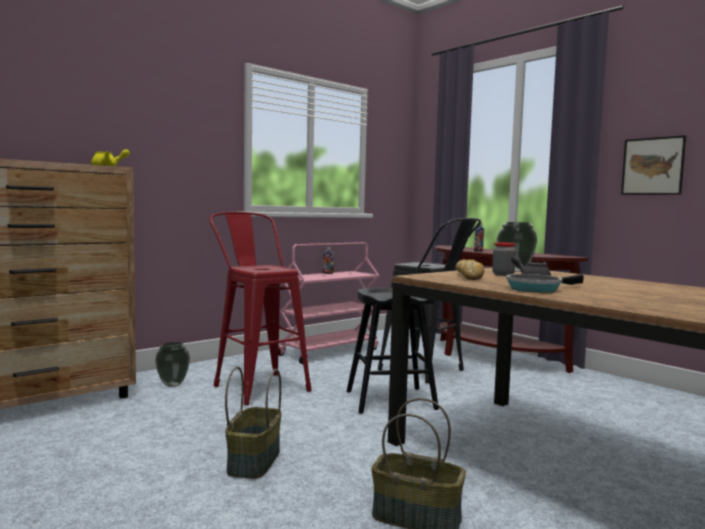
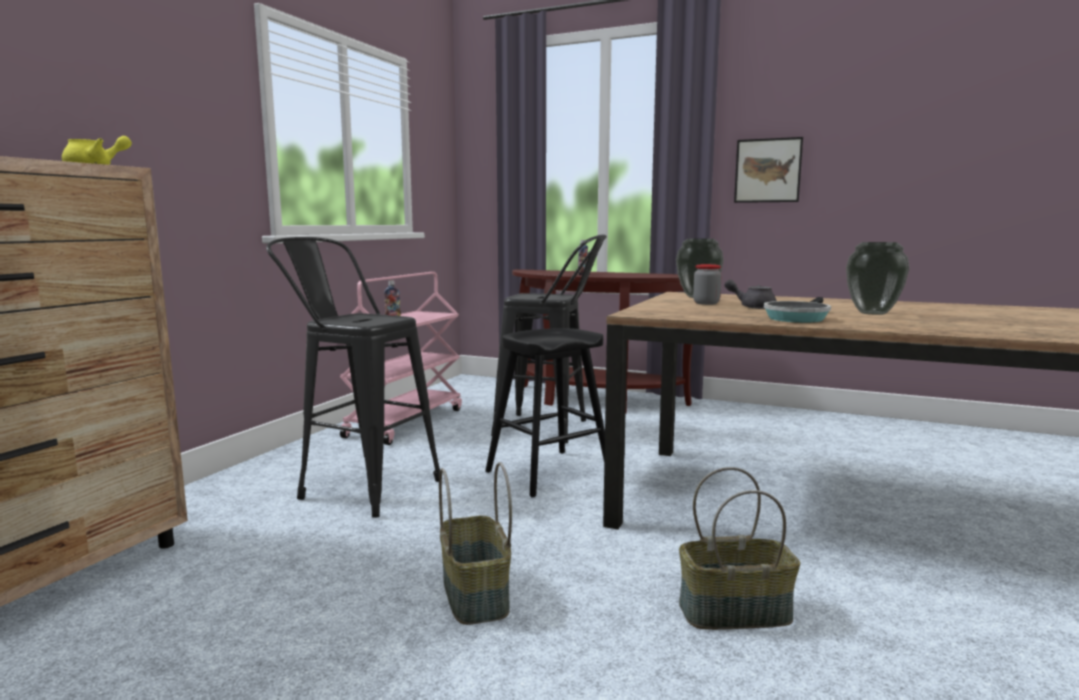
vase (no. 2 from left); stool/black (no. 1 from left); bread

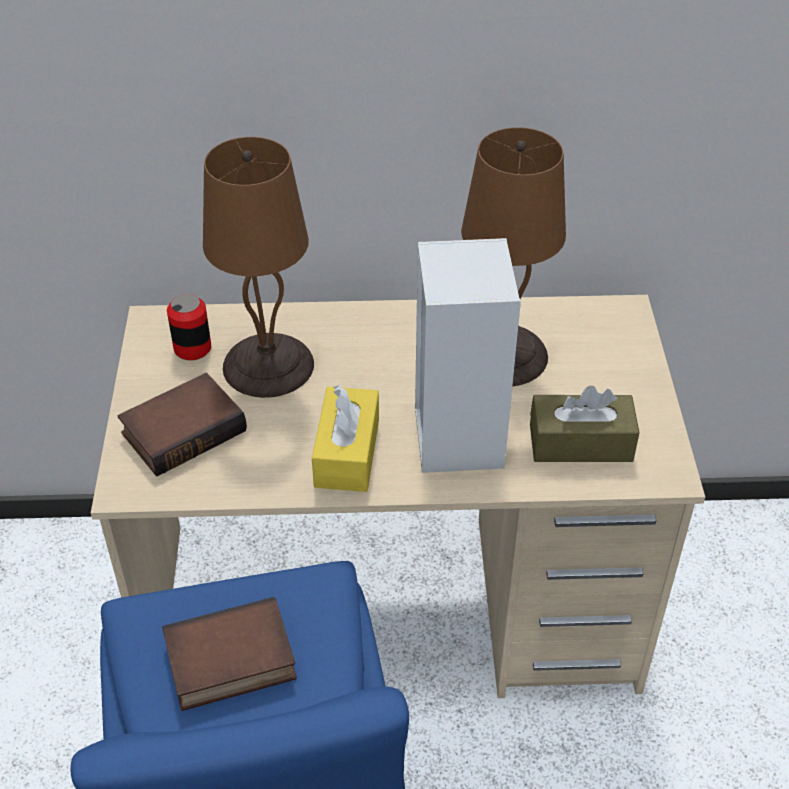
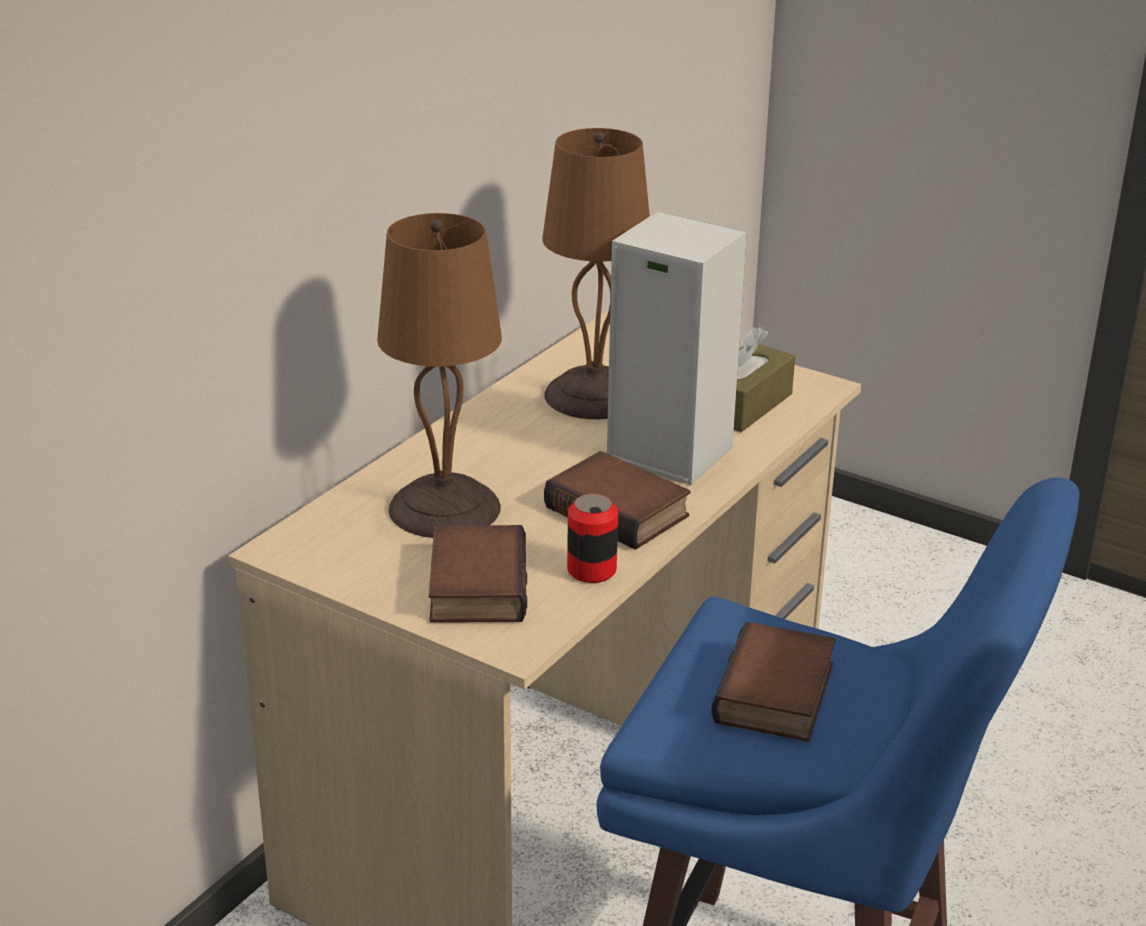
metal can; book (no. 2 from left)

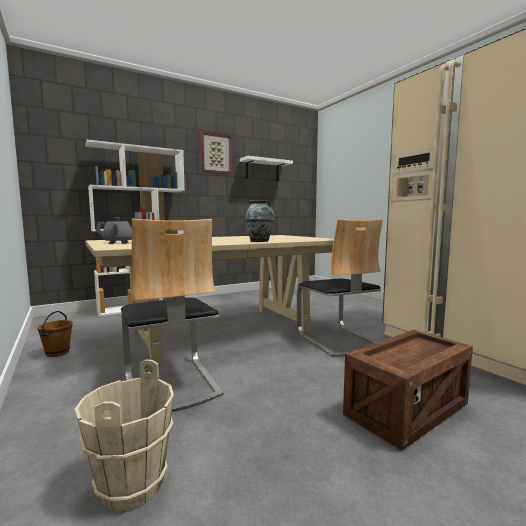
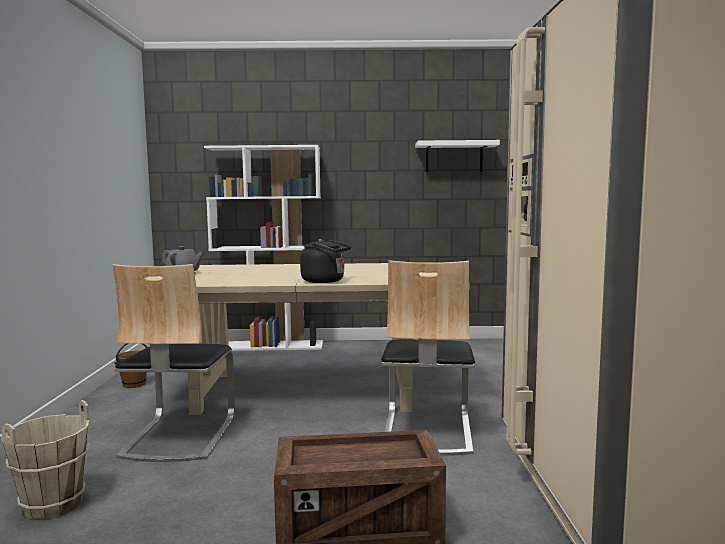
wall art; tea kettle/black

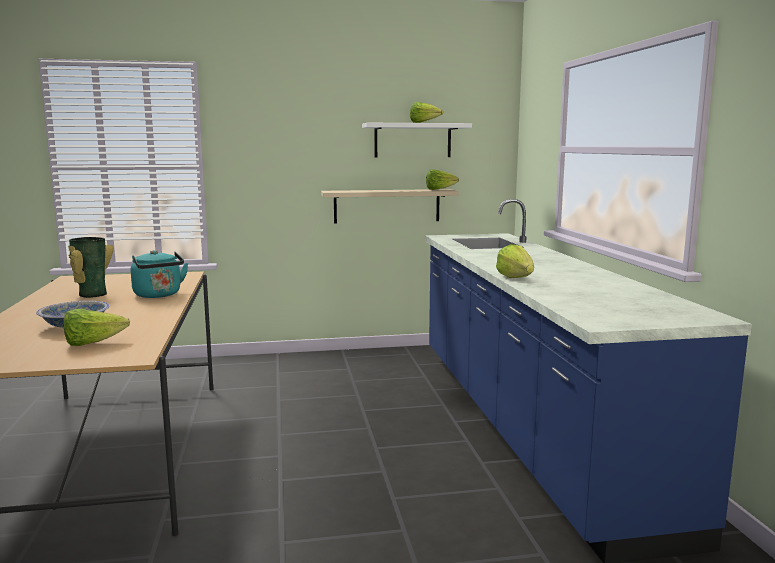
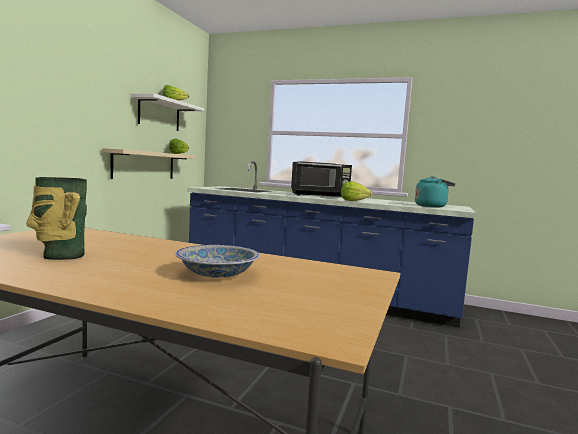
lettuce (no. 1 from left in the first image); tea kettle/blue-green; microwave oven/black

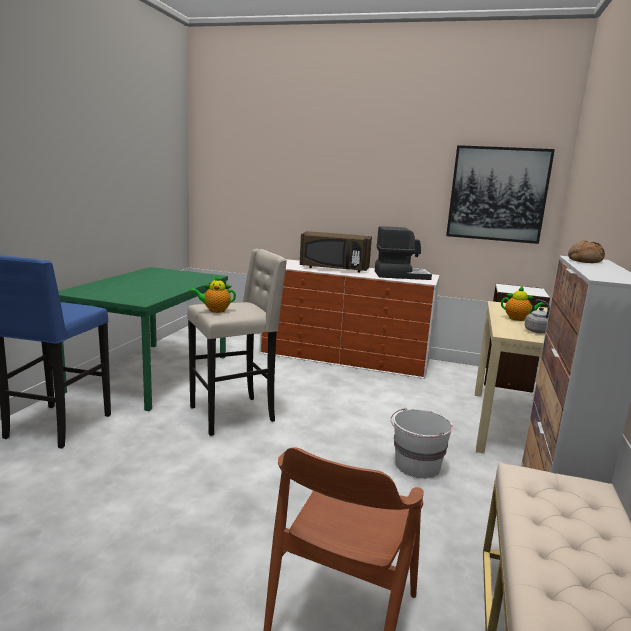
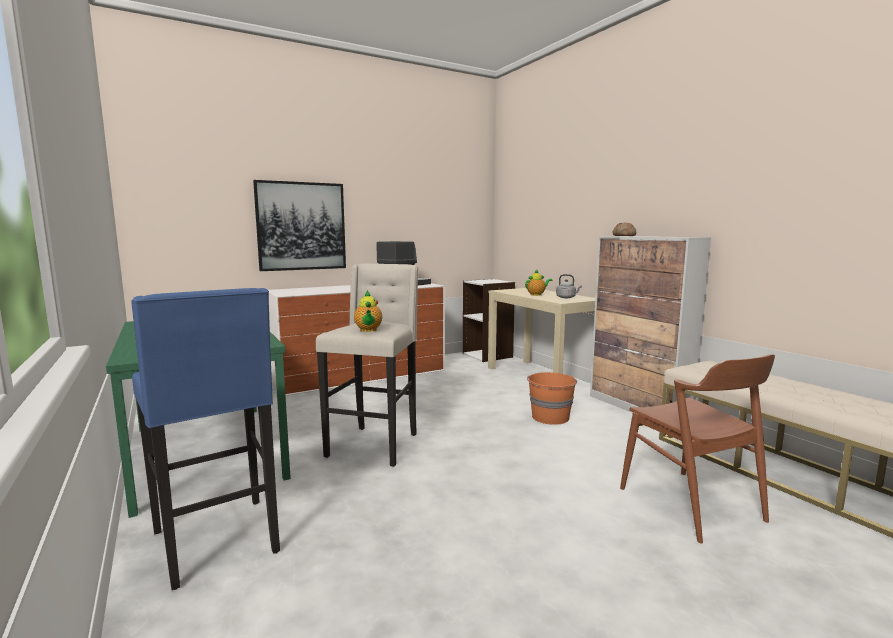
teapot (no. 1 from left); microwave oven/brownish; bucket/orange-coloured; wall art

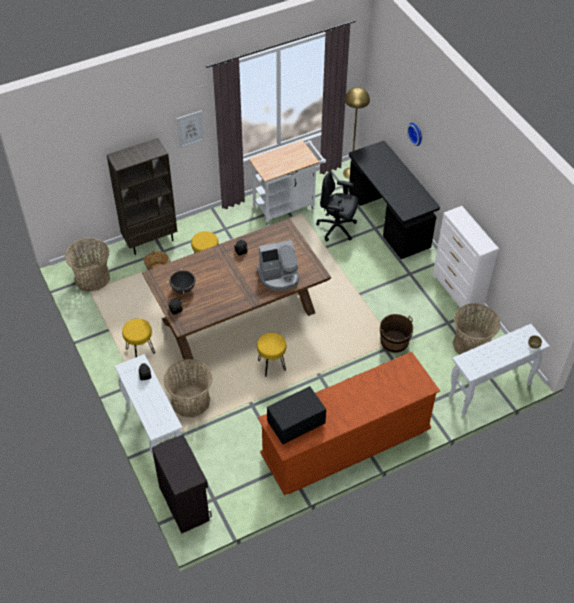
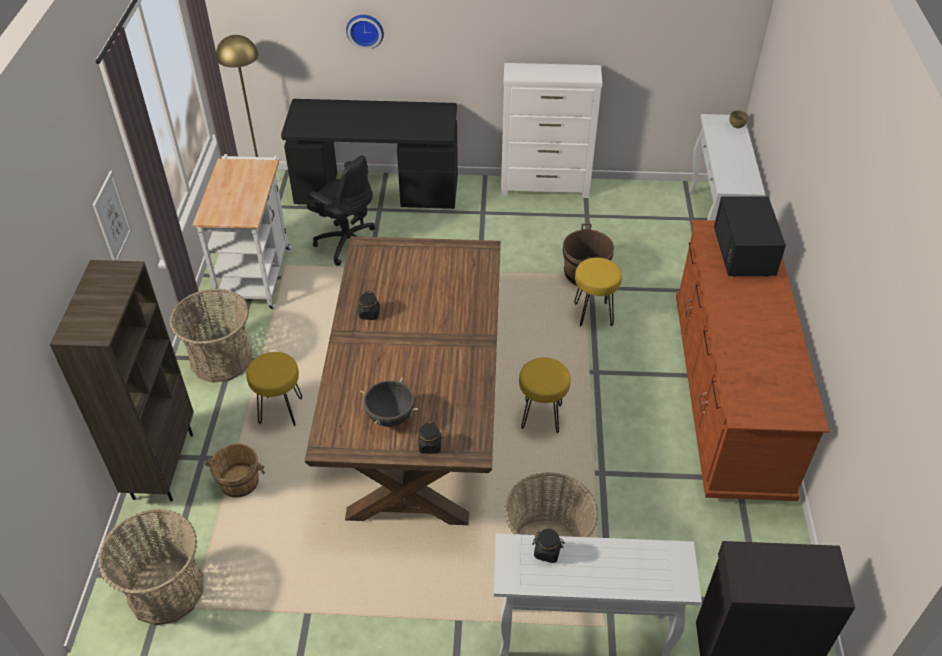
stool/yellowish (no. 3 from left); coffee machine; microwave oven/black; office chair/black; storage basket (no. 2 from left)

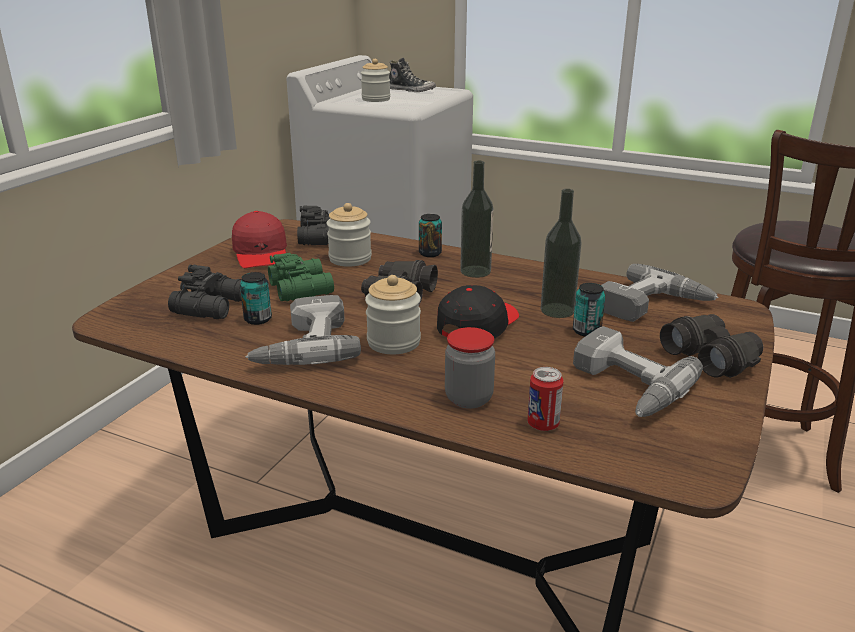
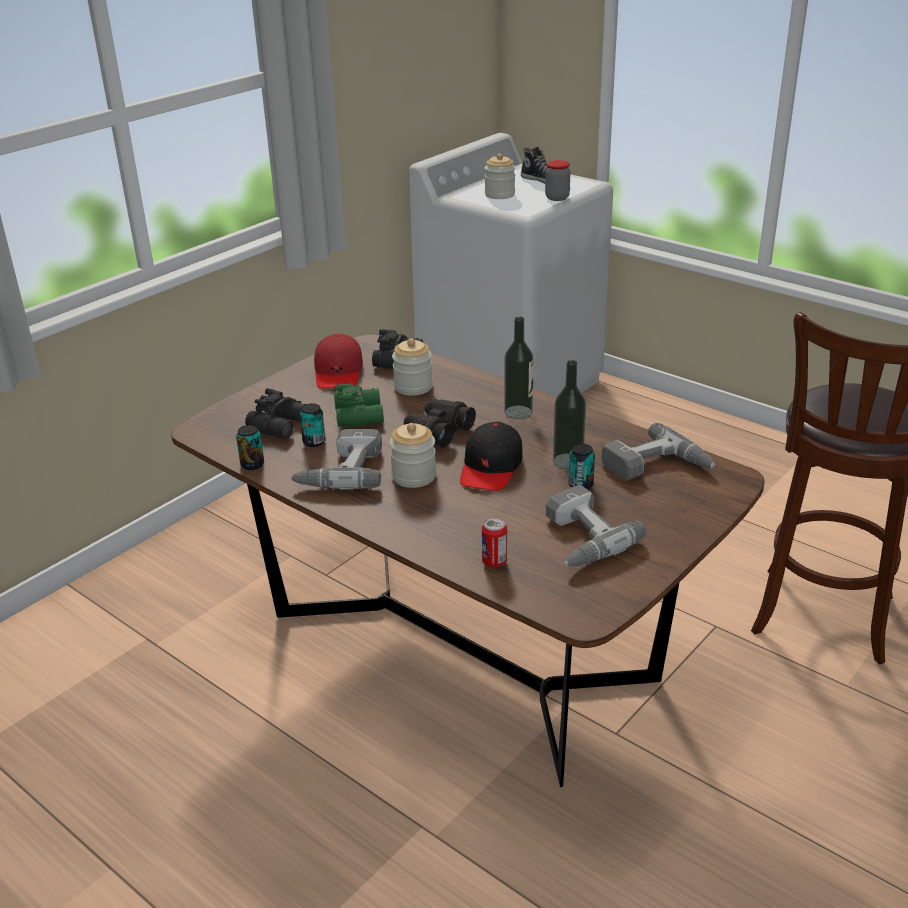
metal can (no. 1 from left); peaked cap/black; jar (no. 4 from left); field glasses/black (no. 4 from left in the first image)

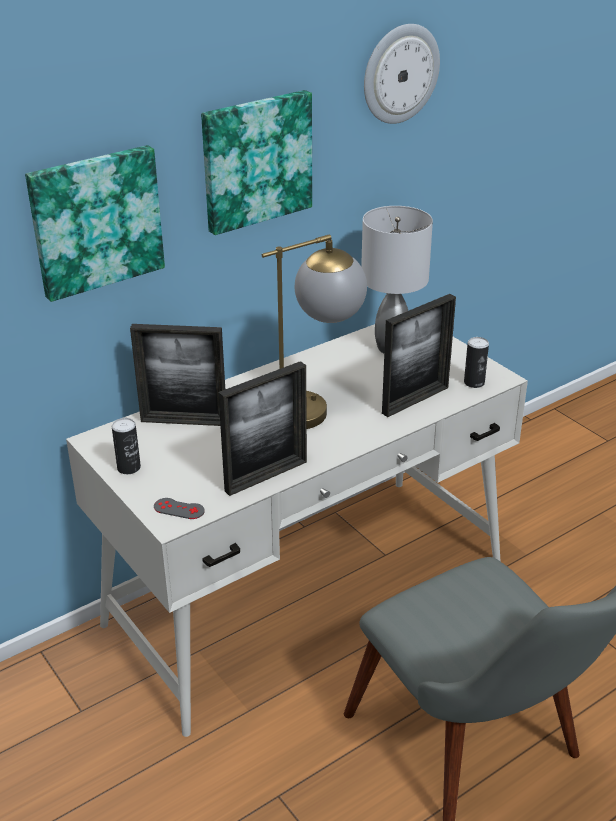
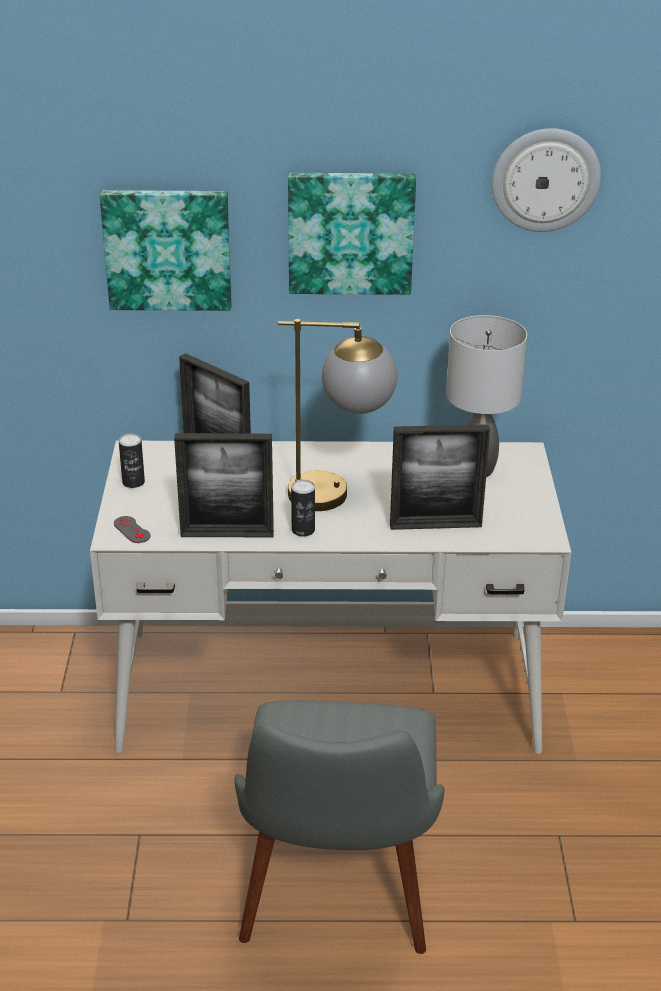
metal can (no. 2 from left)

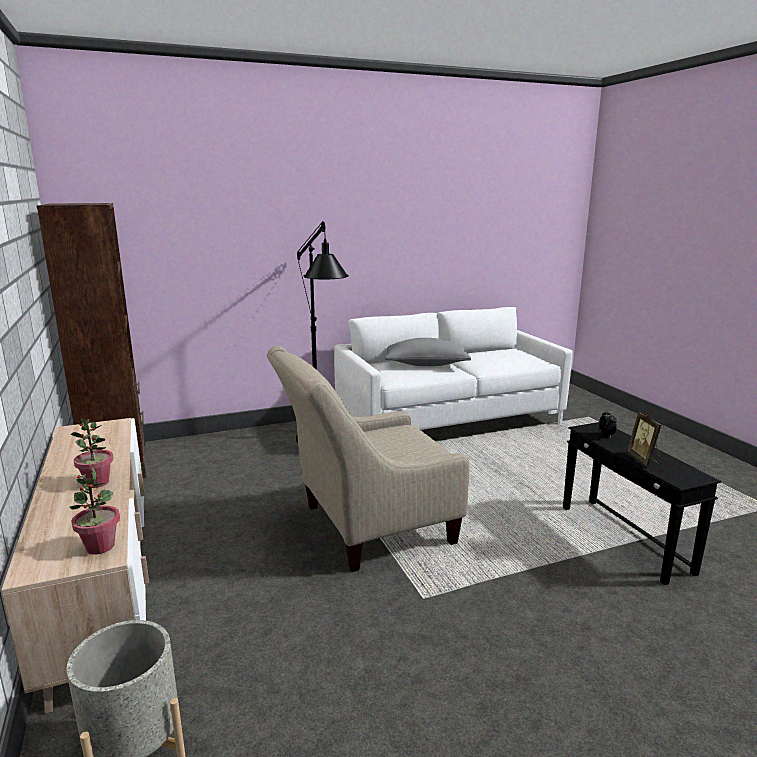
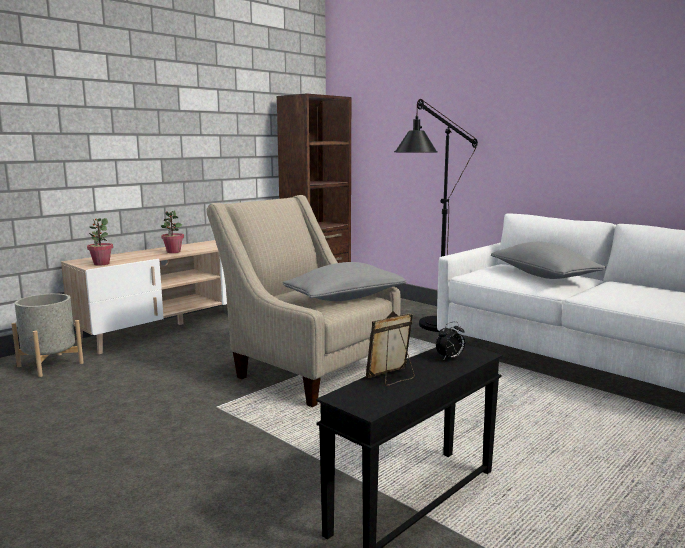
cushion/greyish (no. 1 from left)

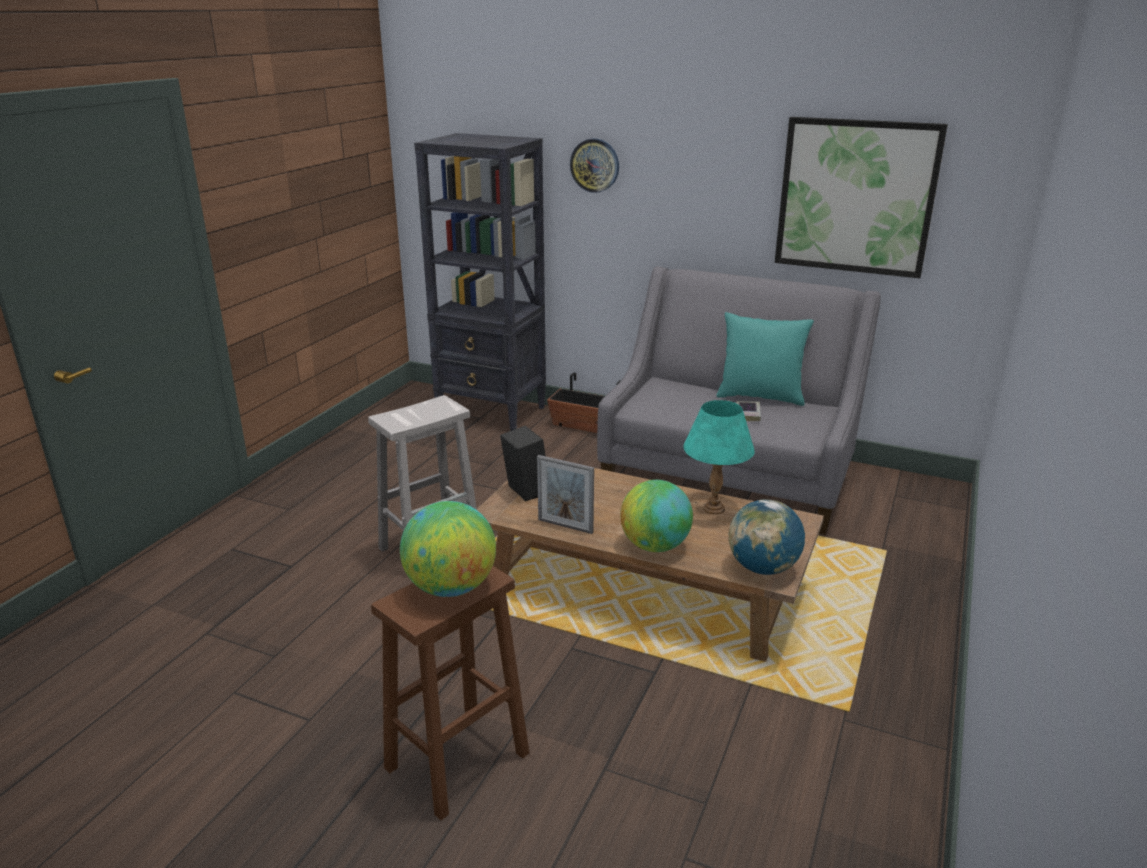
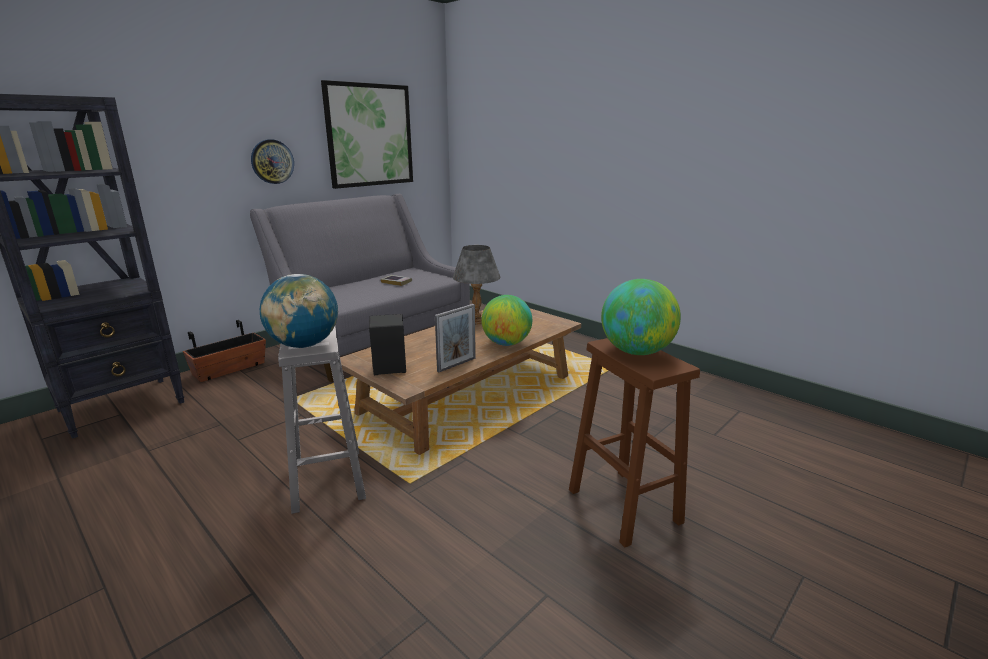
hanging clock; tabletop lamp/greyish; cushion/blue-green; world globe (no. 1 from left)

